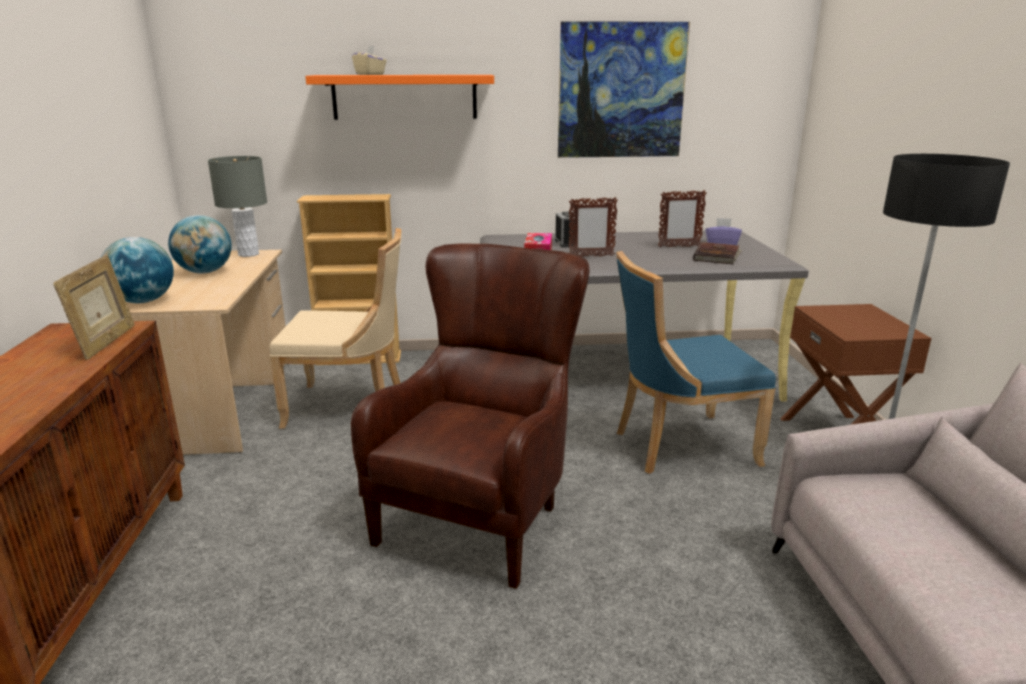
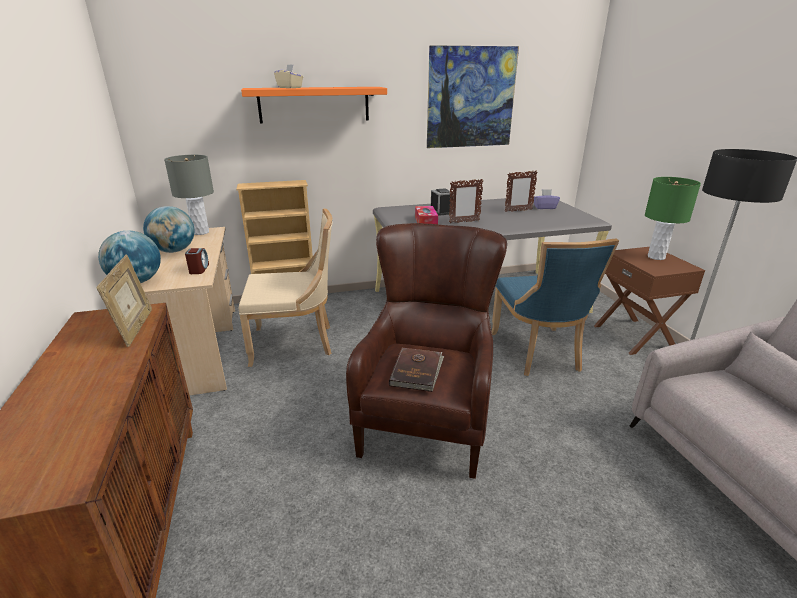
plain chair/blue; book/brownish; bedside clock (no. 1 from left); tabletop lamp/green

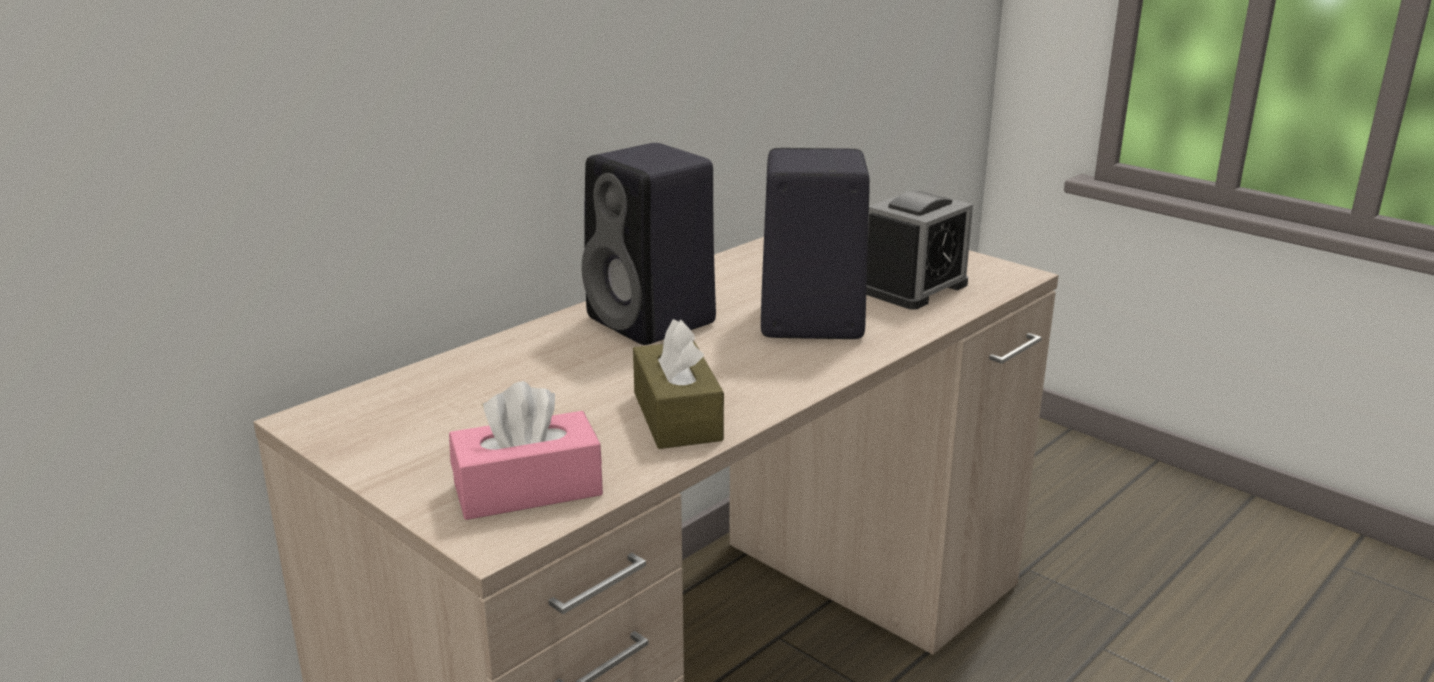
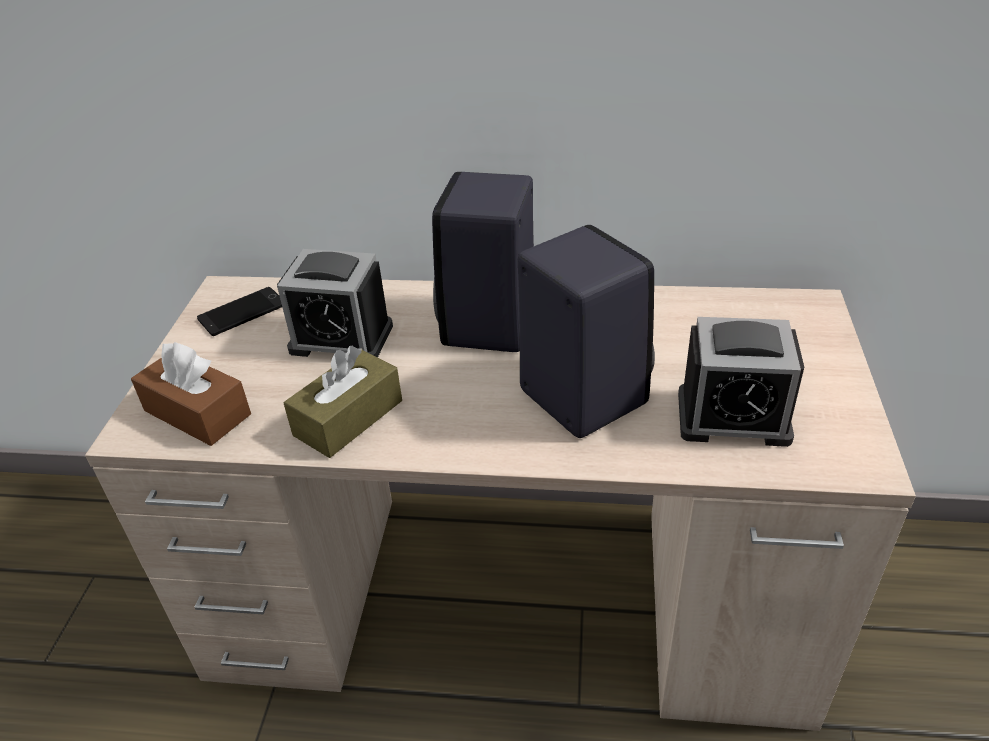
box of tissues/brownish (no. 1 from left); telephone; bedside clock (no. 1 from left)

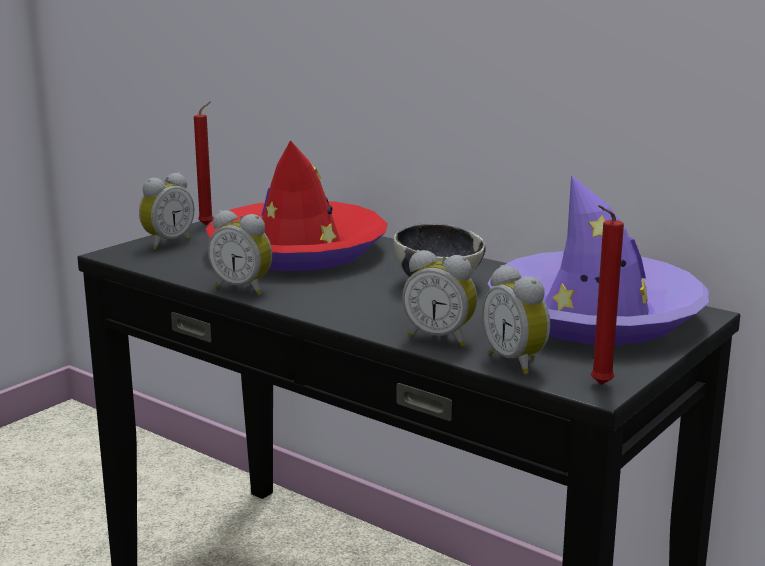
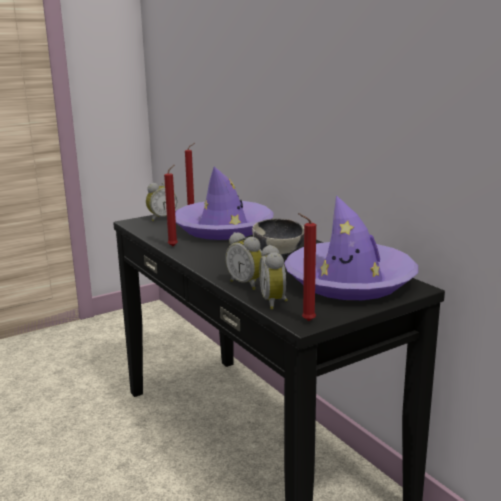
wearable hat/purple (no. 1 from left); candle/red-coloured (no. 1 from left)

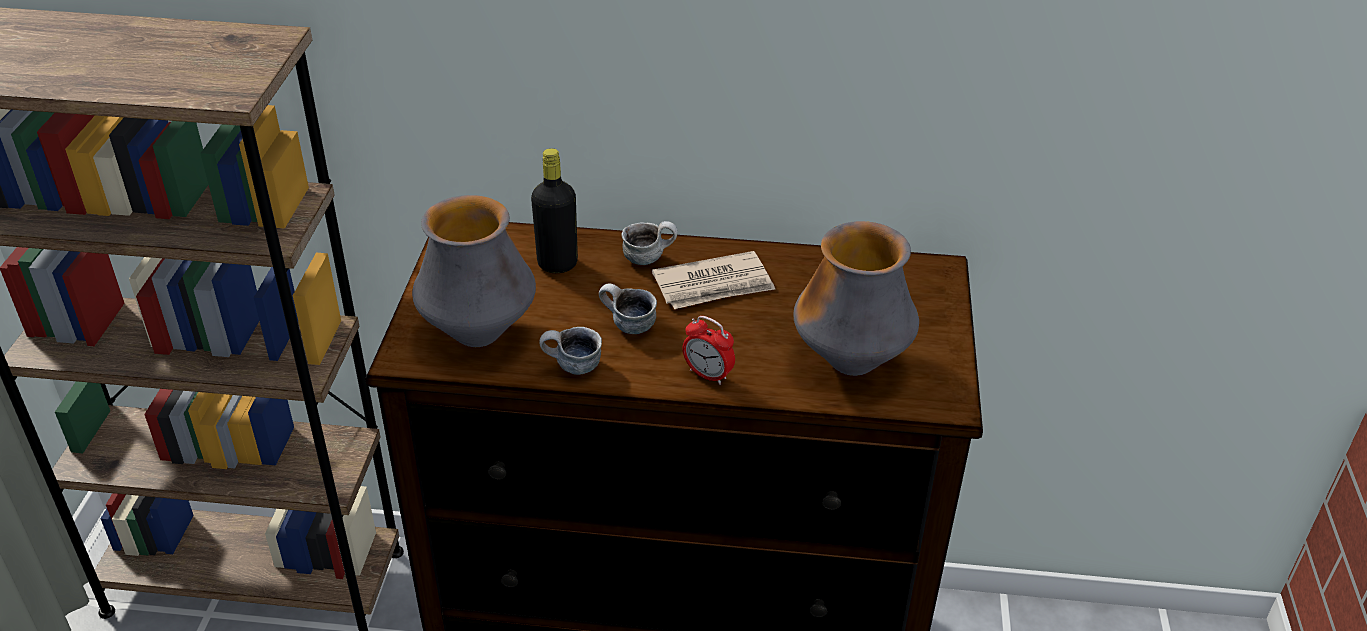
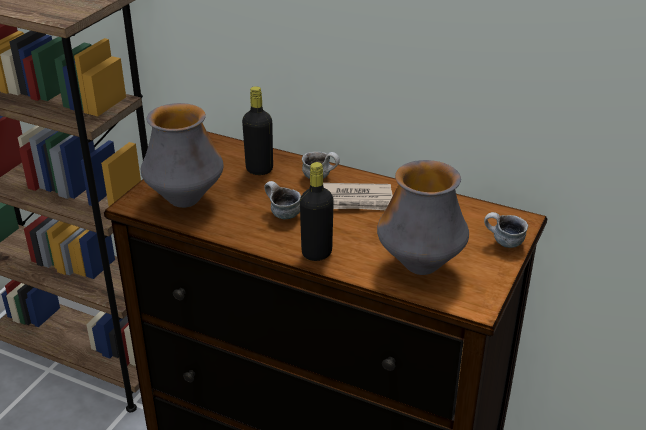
mug (no. 3 from left); drink bottle/black (no. 2 from left)

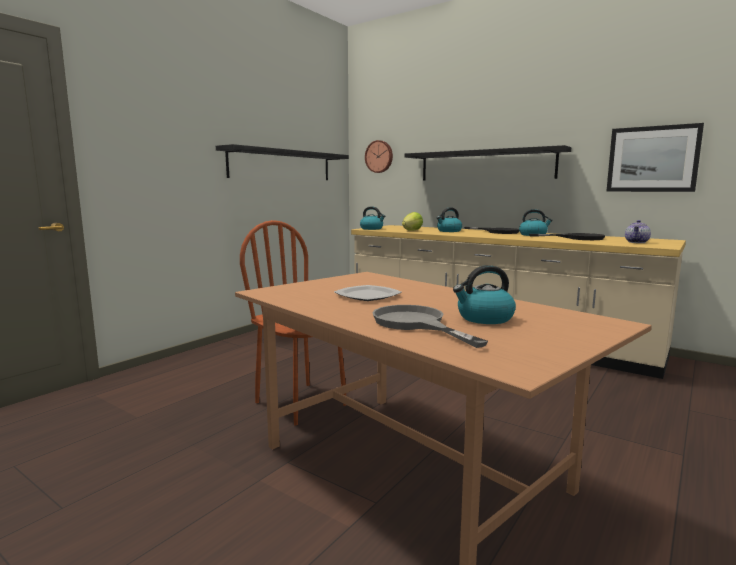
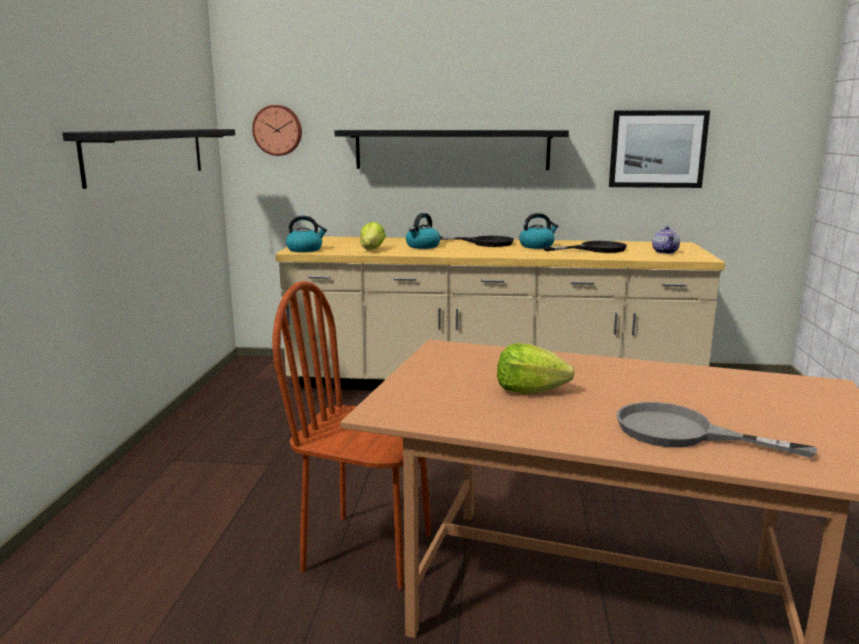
lettuce (no. 2 from left); tea kettle (no. 3 from left in the first image)

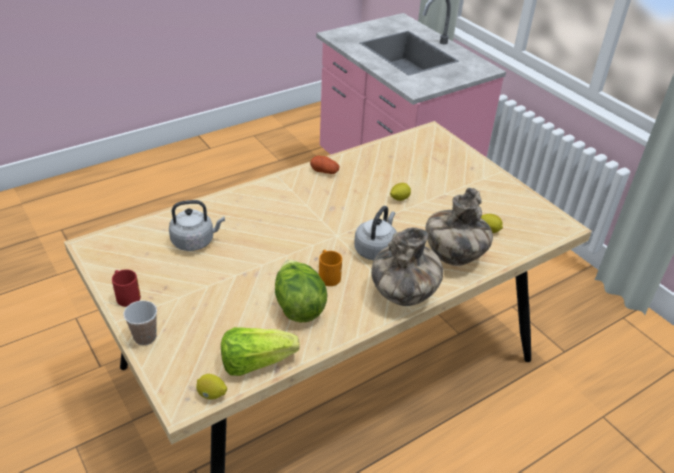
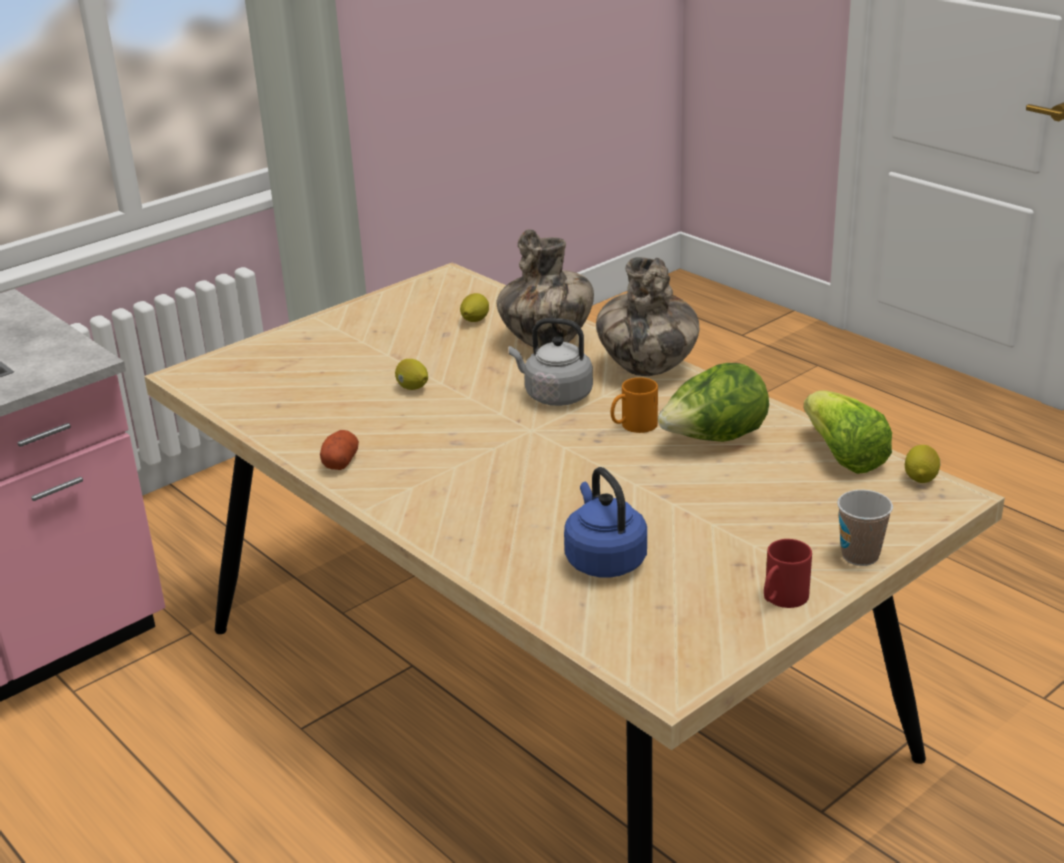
tea kettle/blue

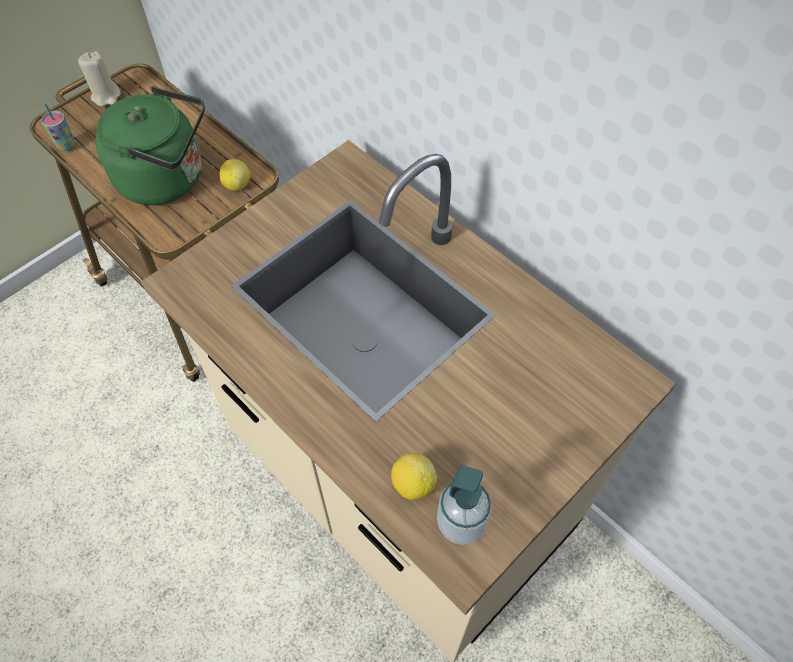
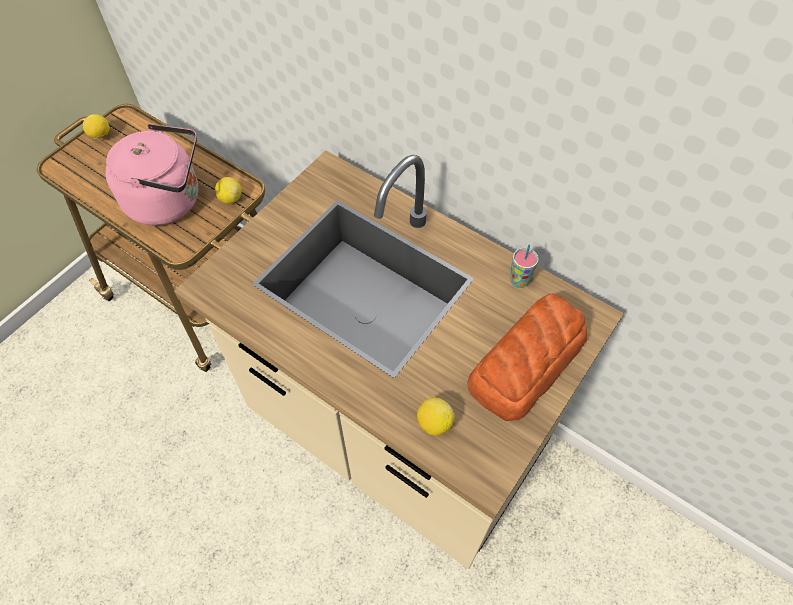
small cup; lemon (no. 1 from left); tea kettle/pink; liquid soap bottle; bread

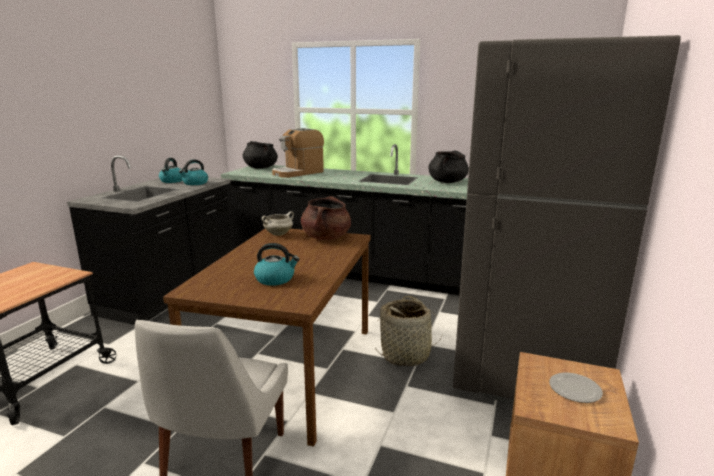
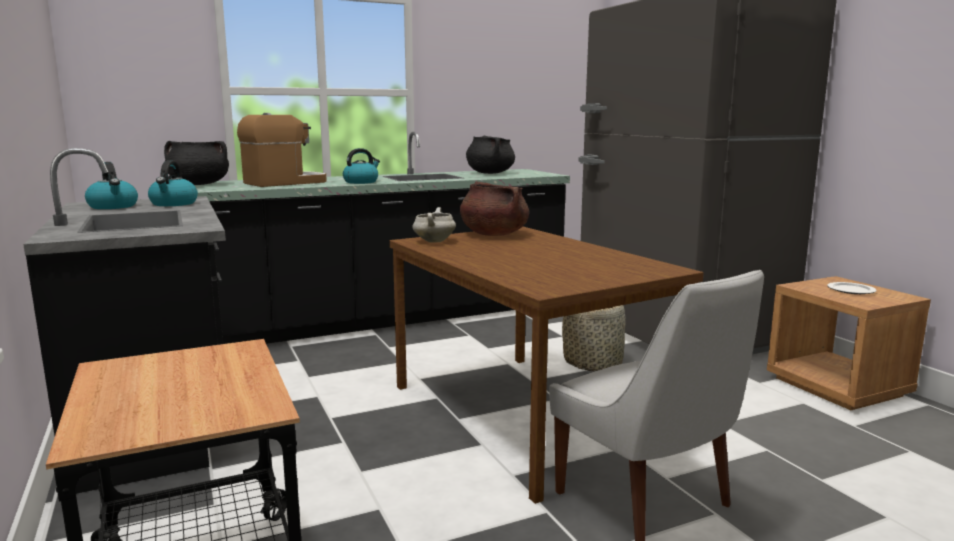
tea kettle (no. 3 from left); coffee machine

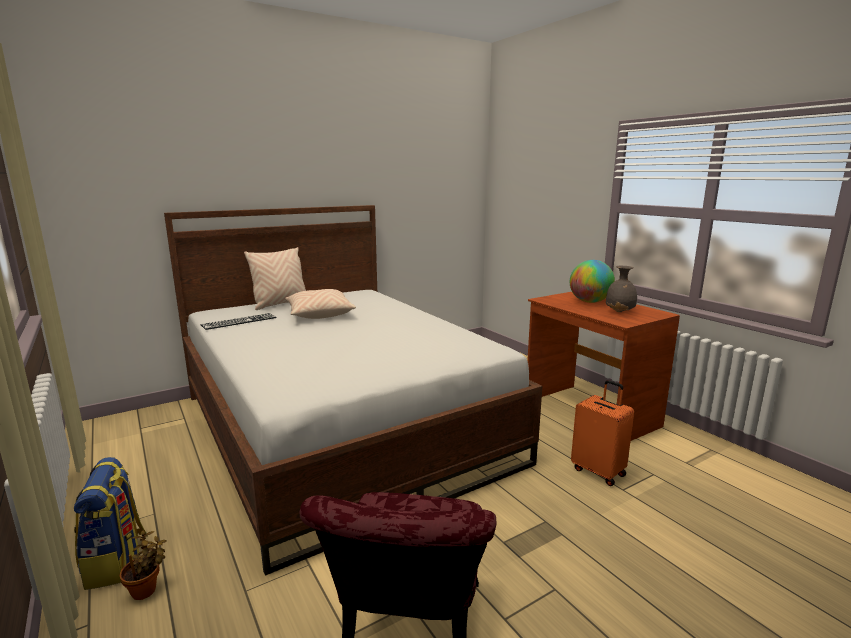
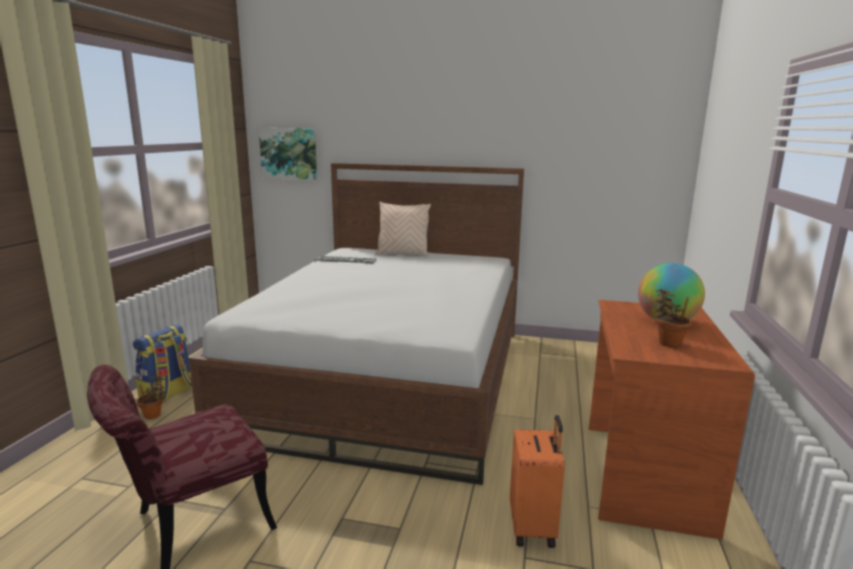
cushion/beige (no. 2 from left in the first image); plant in a pot (no. 2 from left); wall art

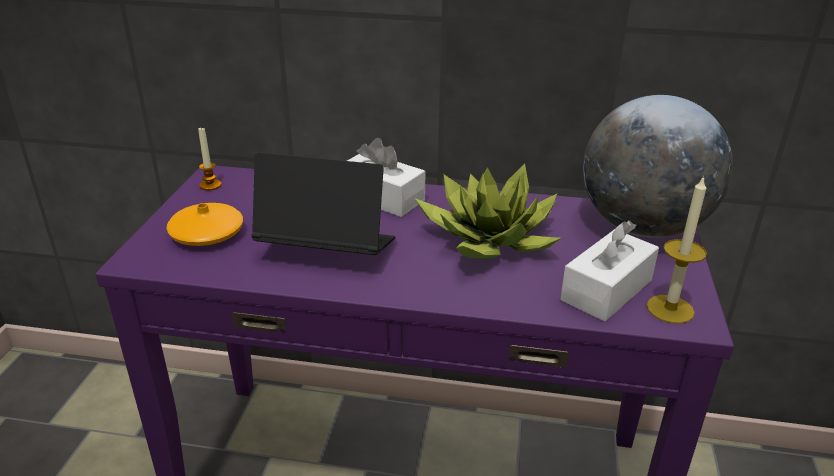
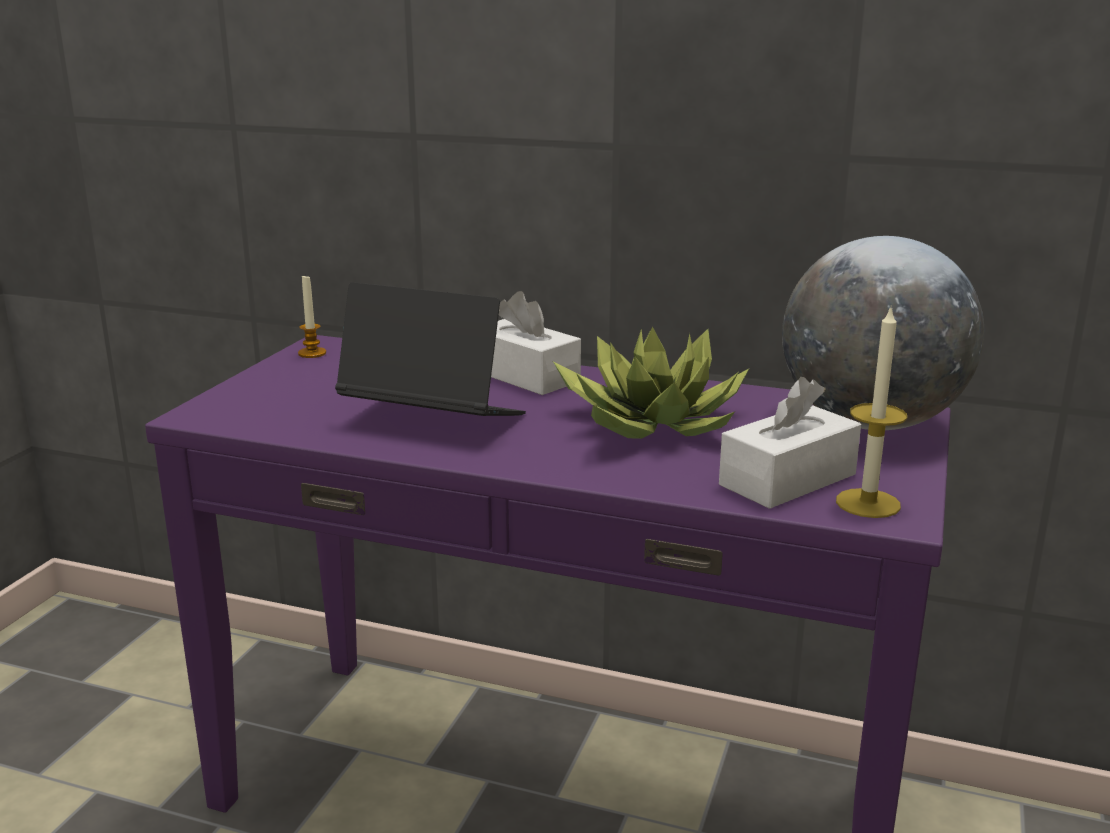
vase/orange-coloured

